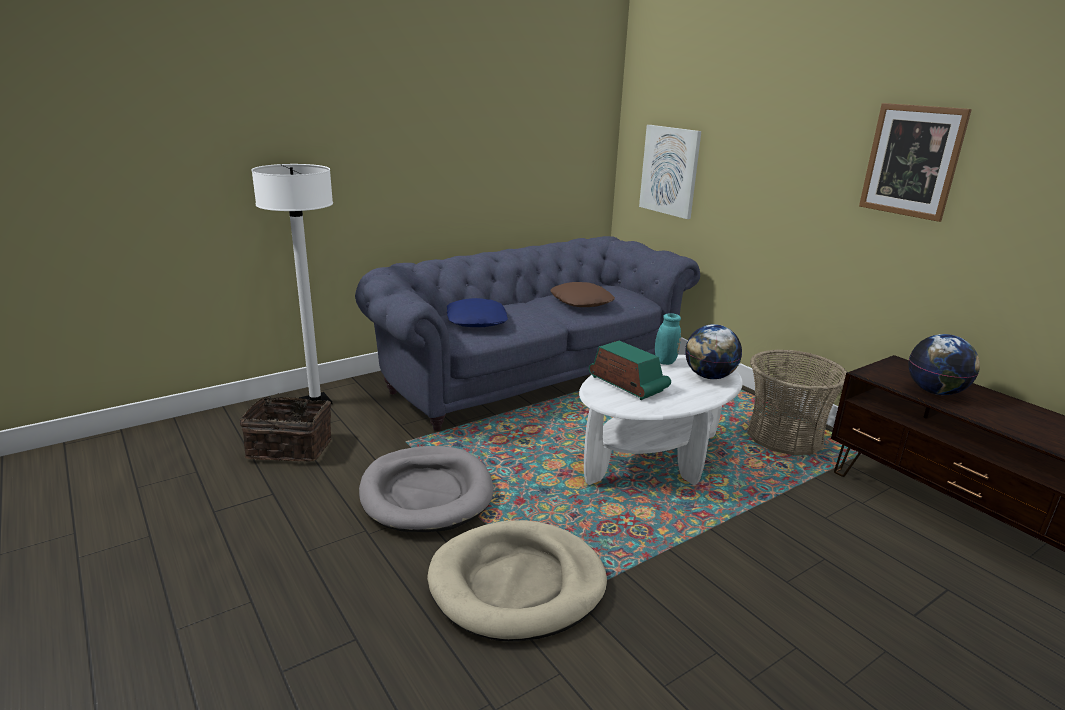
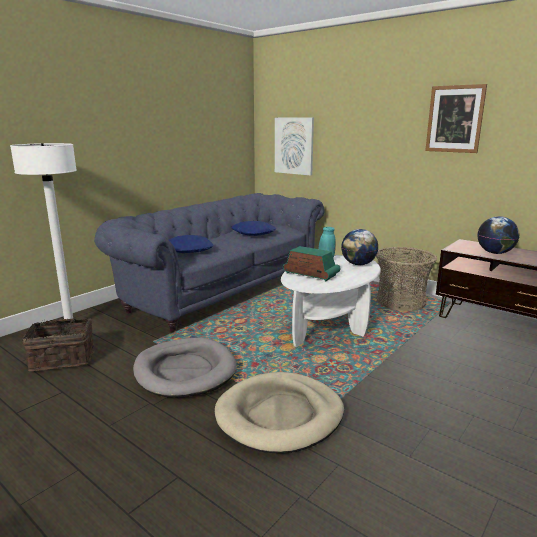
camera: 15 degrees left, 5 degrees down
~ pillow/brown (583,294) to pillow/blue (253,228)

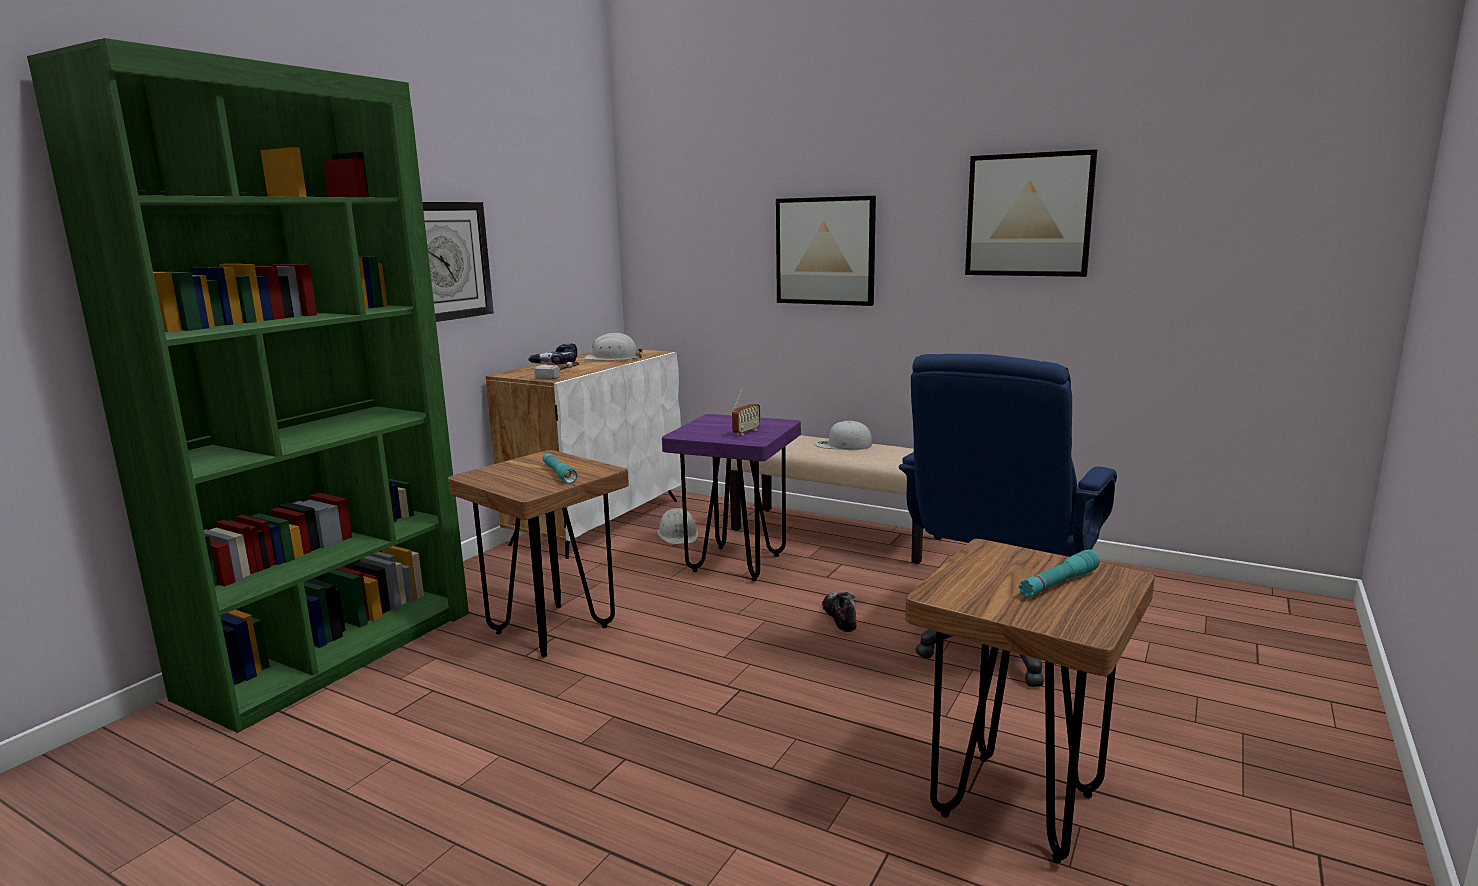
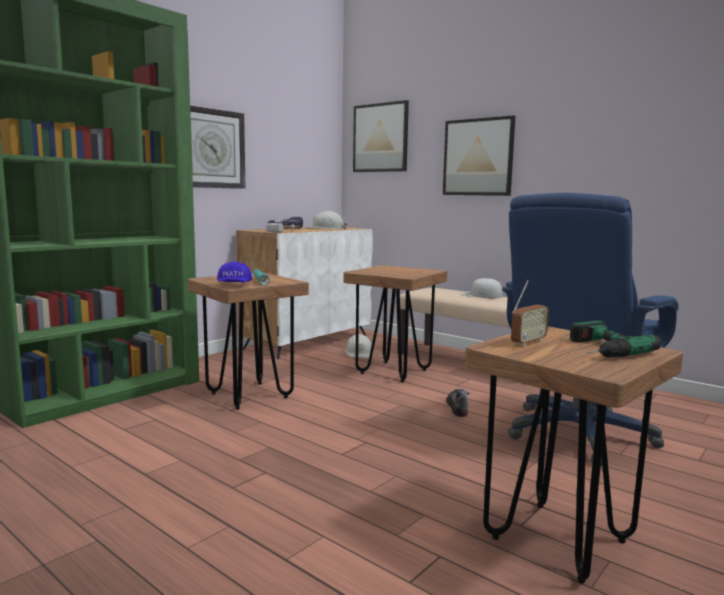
camera: 10 degrees right, 5 degrees down
~ sitting stool/purple (731,497) to sitting stool/brown (395,324)
~ radio receiver (746,410) to (530,313)
~ wall picture (1031,213) to (381,136)
~ flashlight/turquoise-coloured (1059,573) to electric drill (615,338)
+ peaked cap/blue (234,272)

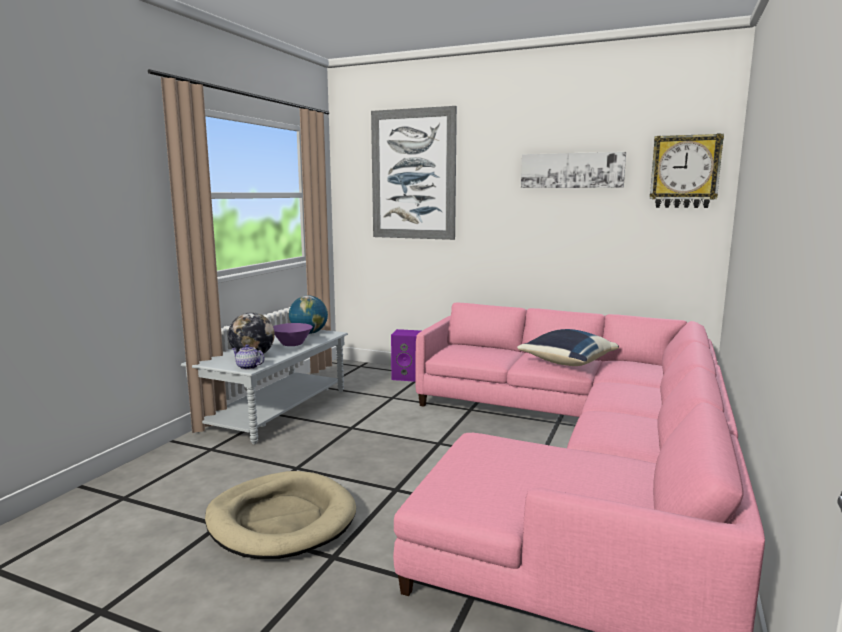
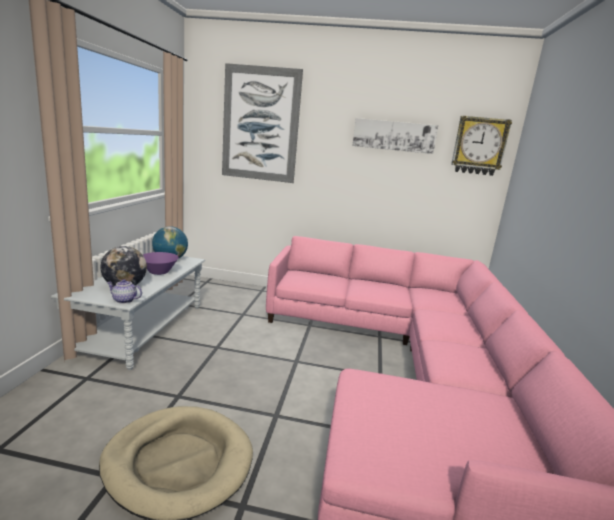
camera: 15 degrees left, 5 degrees up
- speaker/purple (406,355)
- pillow/blue (568,347)

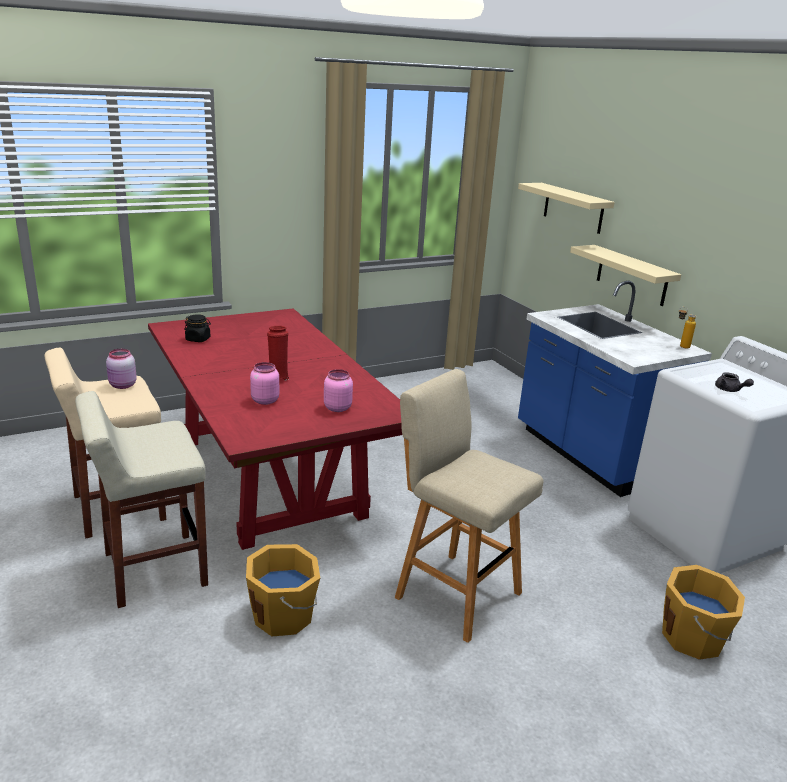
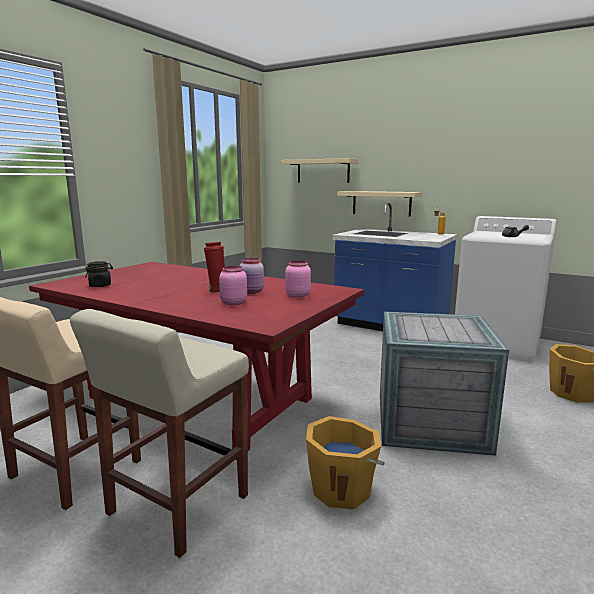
camera: 30 degrees left, 10 degrees down
~ preserve jar/pinkish (121,369) to (252,276)
~ sitting stool/beige (469,506) to shipping crate (444,383)

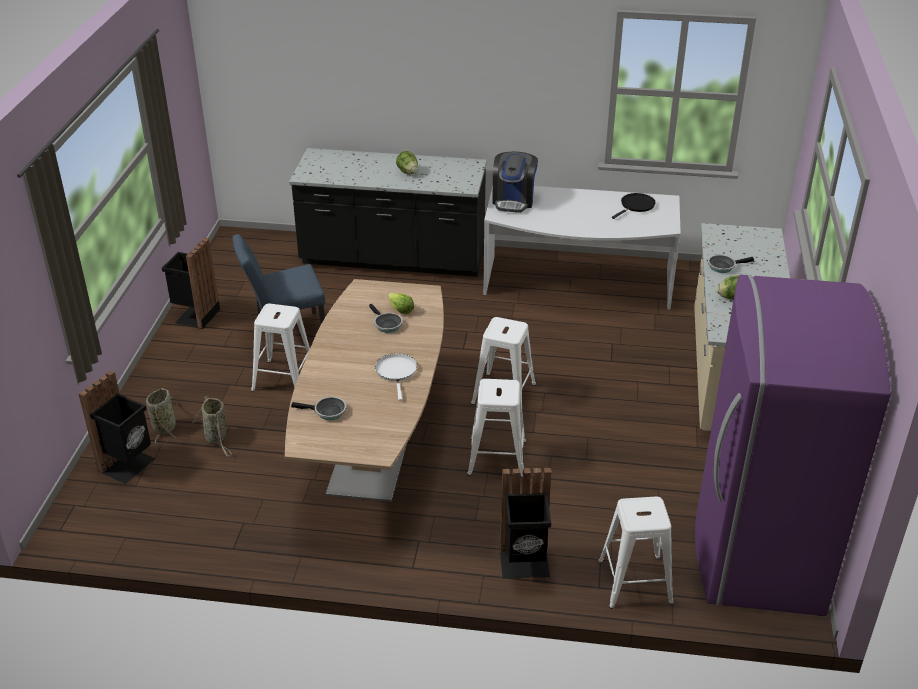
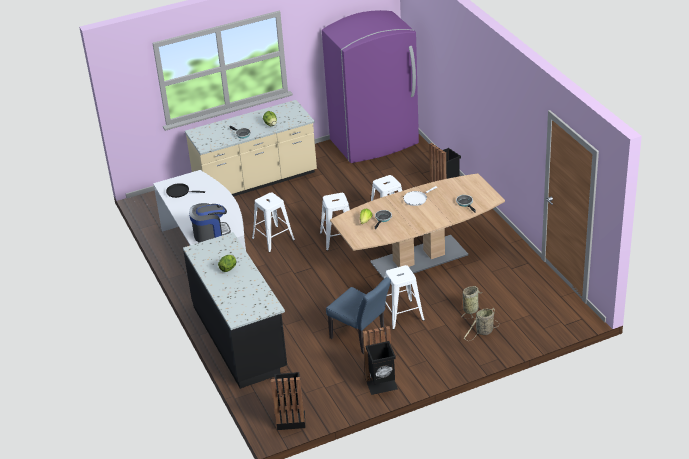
camera: 120 degrees left, 0 degrees up
~ rubbish bin/black (117,427) to (288,401)
~ sitting stool/whitish (636,553) to (273,222)

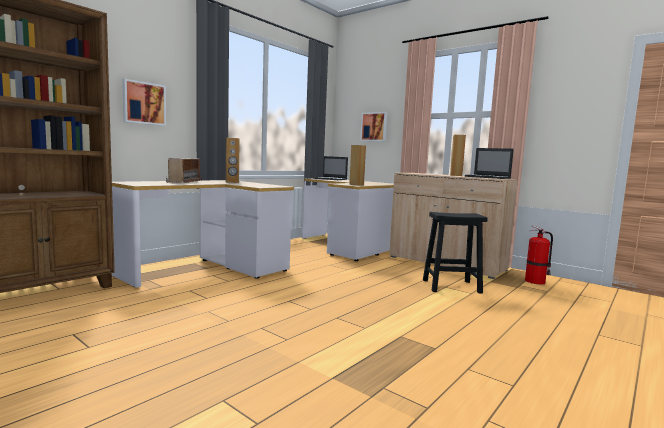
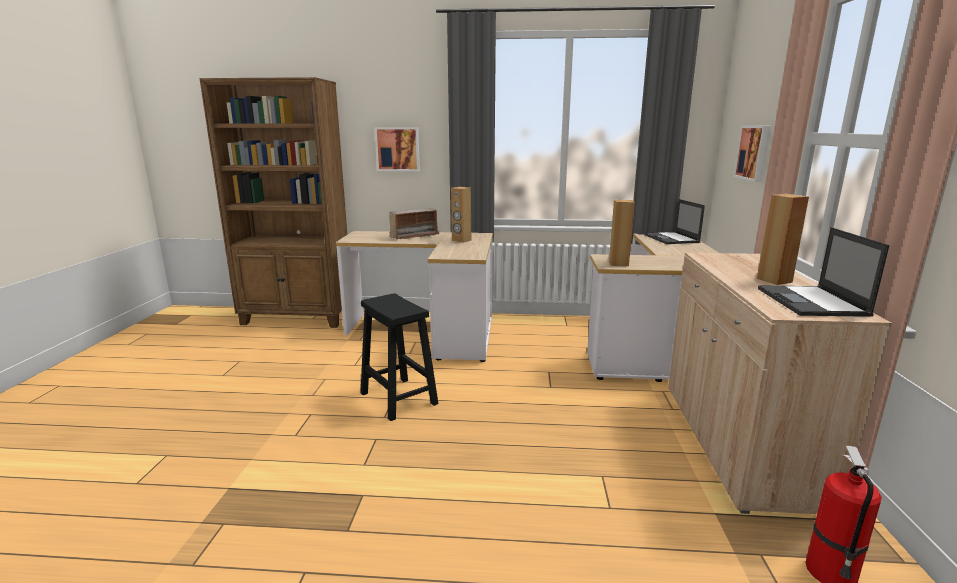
camera: 55 degrees right, 10 degrees up
~ sitting stool/black (455,253) to (399,357)

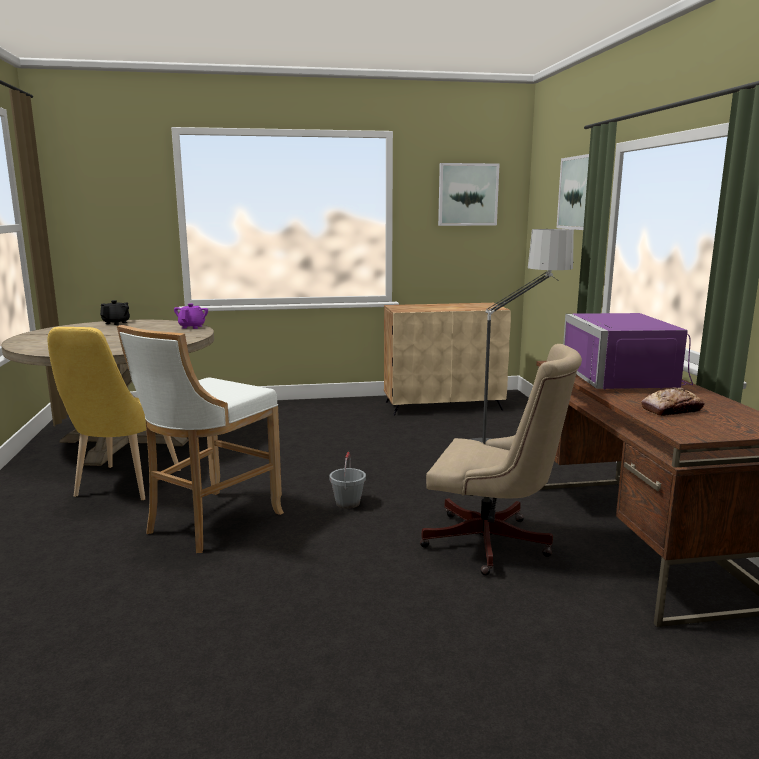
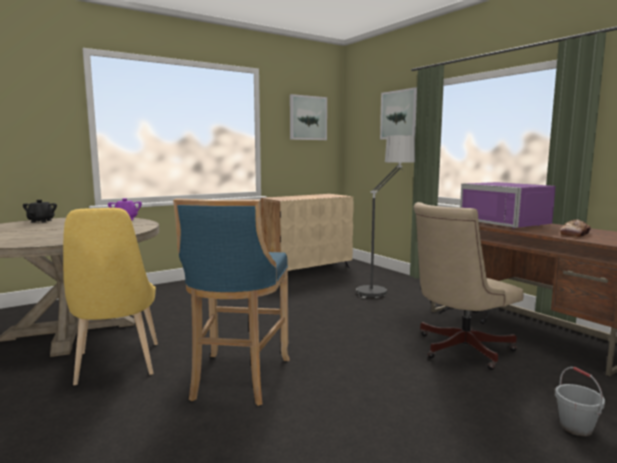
camera: 25 degrees left, 5 degrees down
~ sitting stool/whitish (200,439) to sitting stool/blue (231,302)
~ pail/gray (348,480) to (580,401)
~ office chair/beige (501,460) = (468,286) 150 degrees clockwise

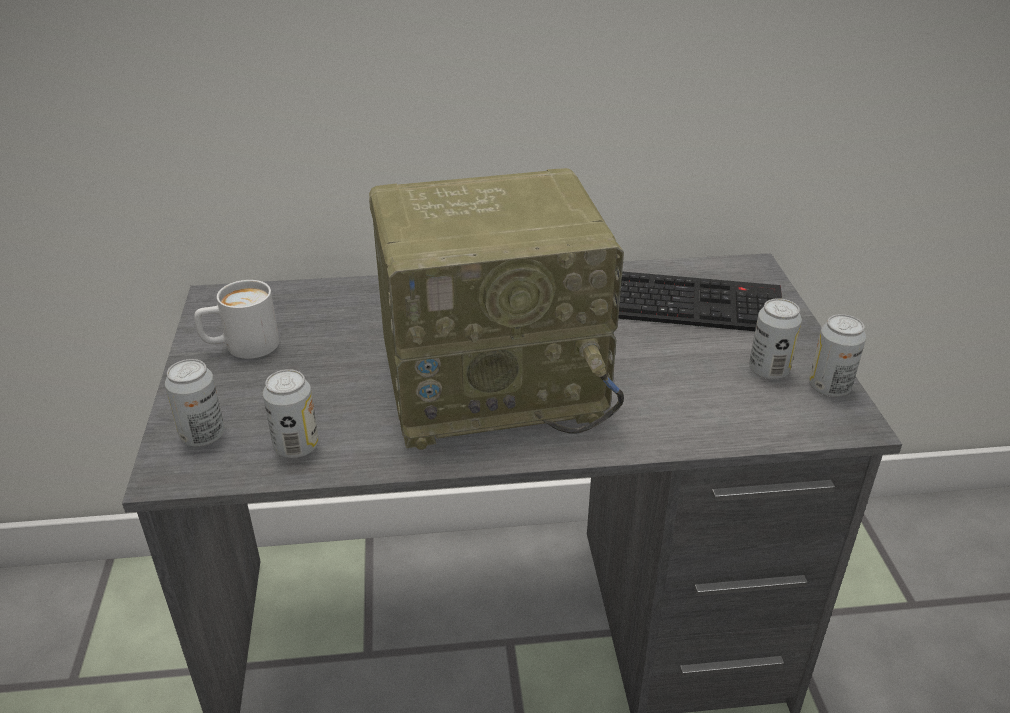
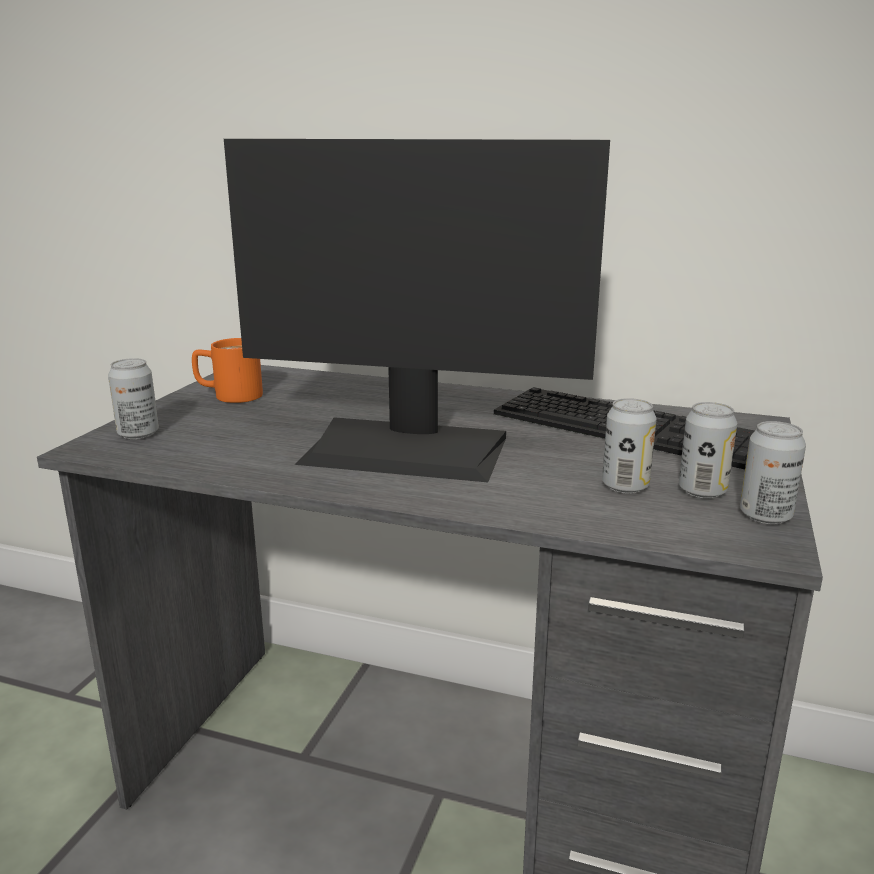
camera: 25 degrees right, 15 degrees down
~ mug/whitish (236,319) to mug/orangey (227,370)
~ can (291,413) to (629,446)
~ radio receiver (496,309) to computer display (417,310)

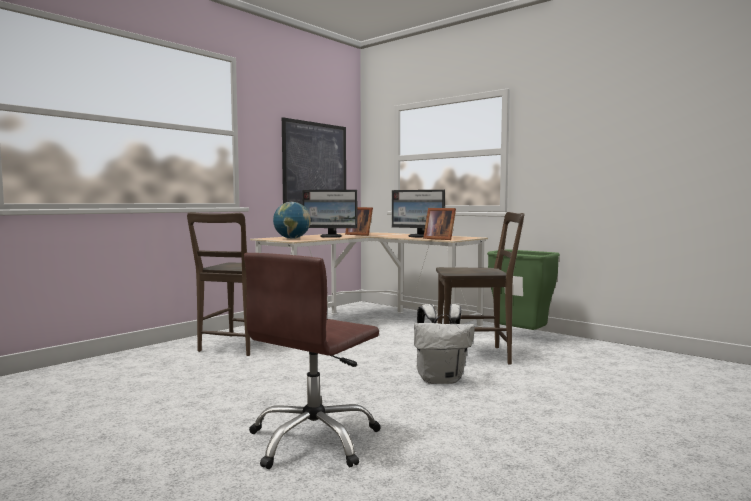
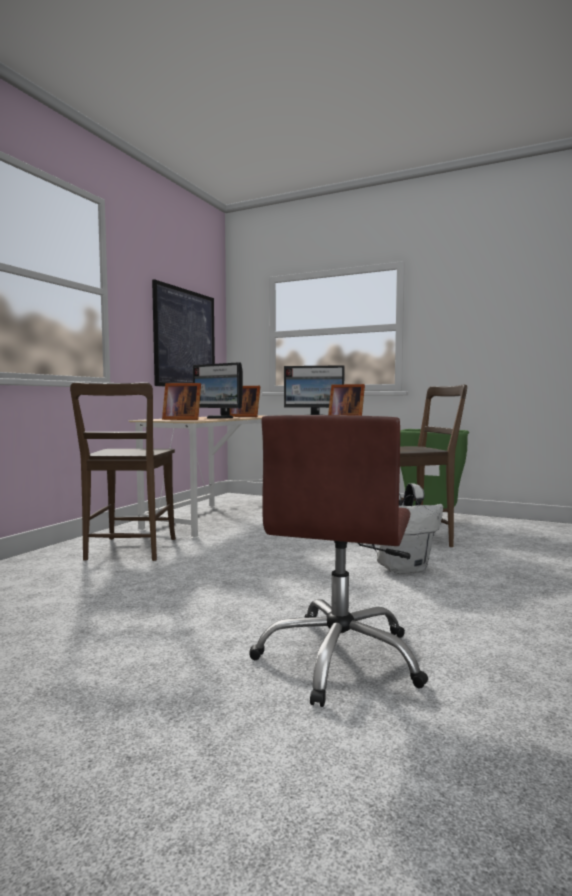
camera: 15 degrees left, 0 degrees up
~ globe (292,220) to photo frame (181,401)
~ computer display (329,214) = (218,390) 45 degrees clockwise

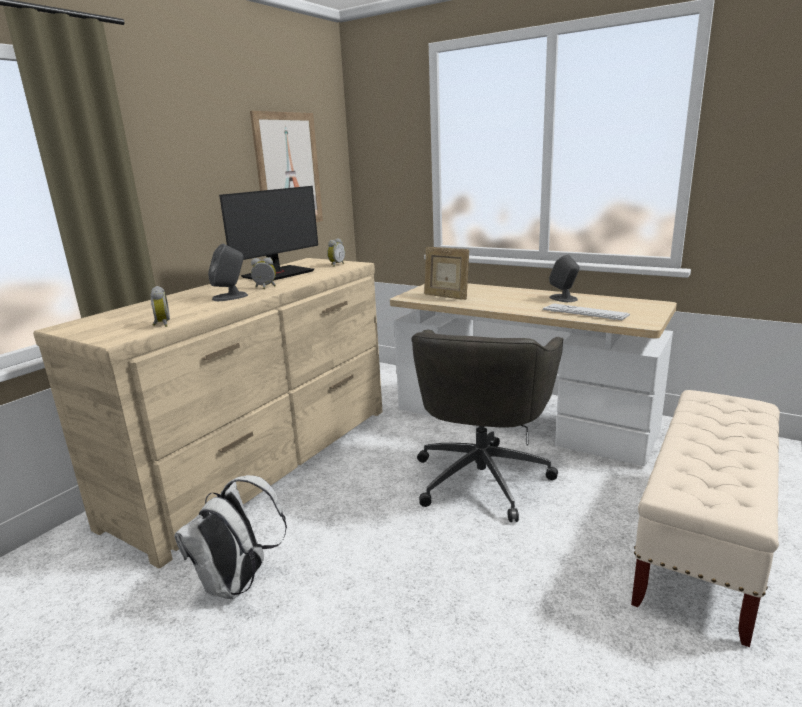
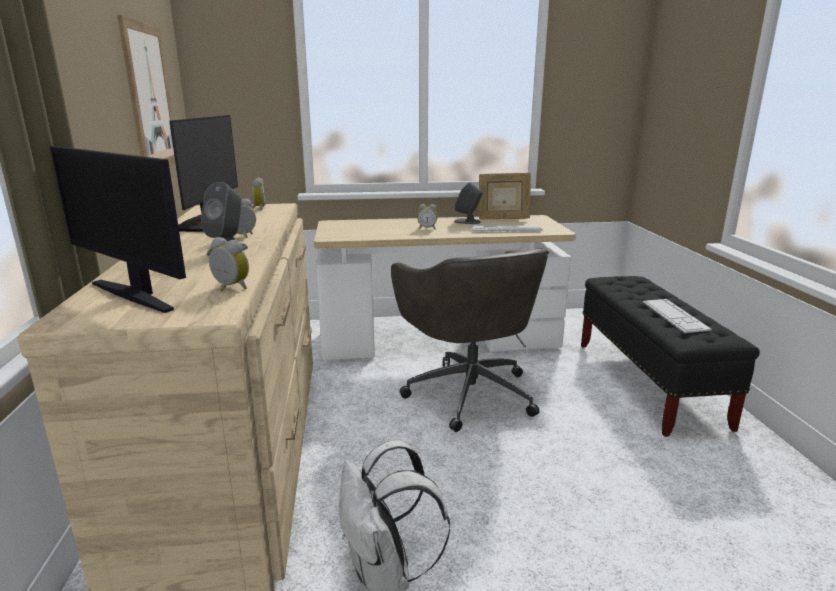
camera: 40 degrees left, 0 degrees up
~ photo frame (446,273) to (505,196)
~ indoor bench/beige (705,518) to indoor bench/black (670,356)
+ computer display (118,229)
+ alarm clock (427,216)
+ PC keyboard (677,316)

